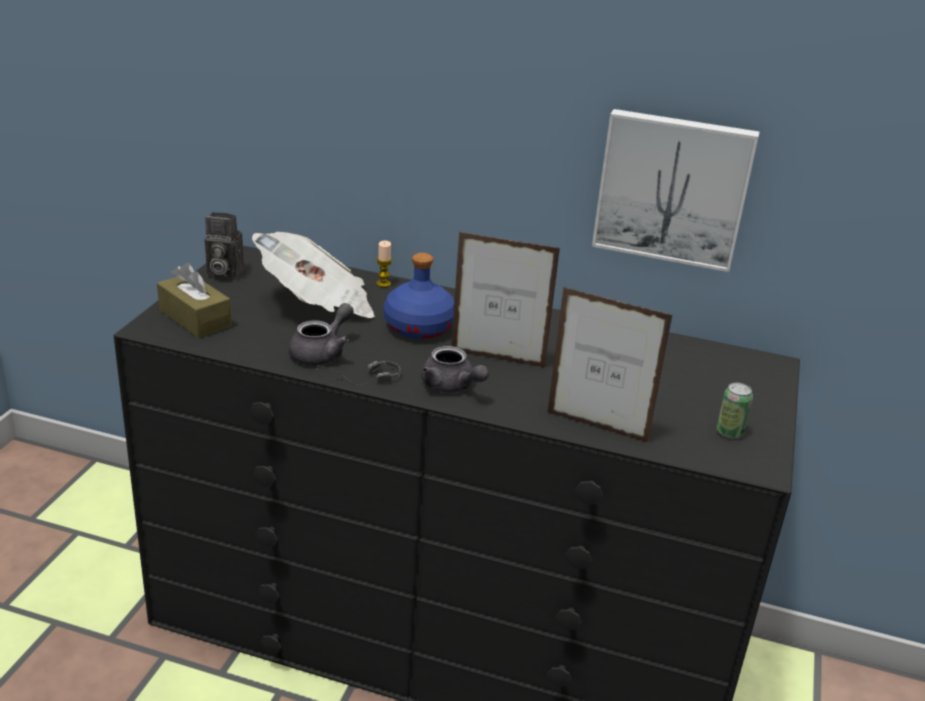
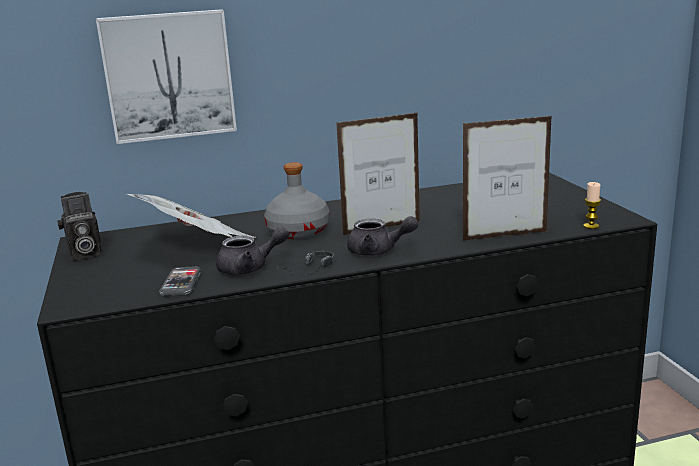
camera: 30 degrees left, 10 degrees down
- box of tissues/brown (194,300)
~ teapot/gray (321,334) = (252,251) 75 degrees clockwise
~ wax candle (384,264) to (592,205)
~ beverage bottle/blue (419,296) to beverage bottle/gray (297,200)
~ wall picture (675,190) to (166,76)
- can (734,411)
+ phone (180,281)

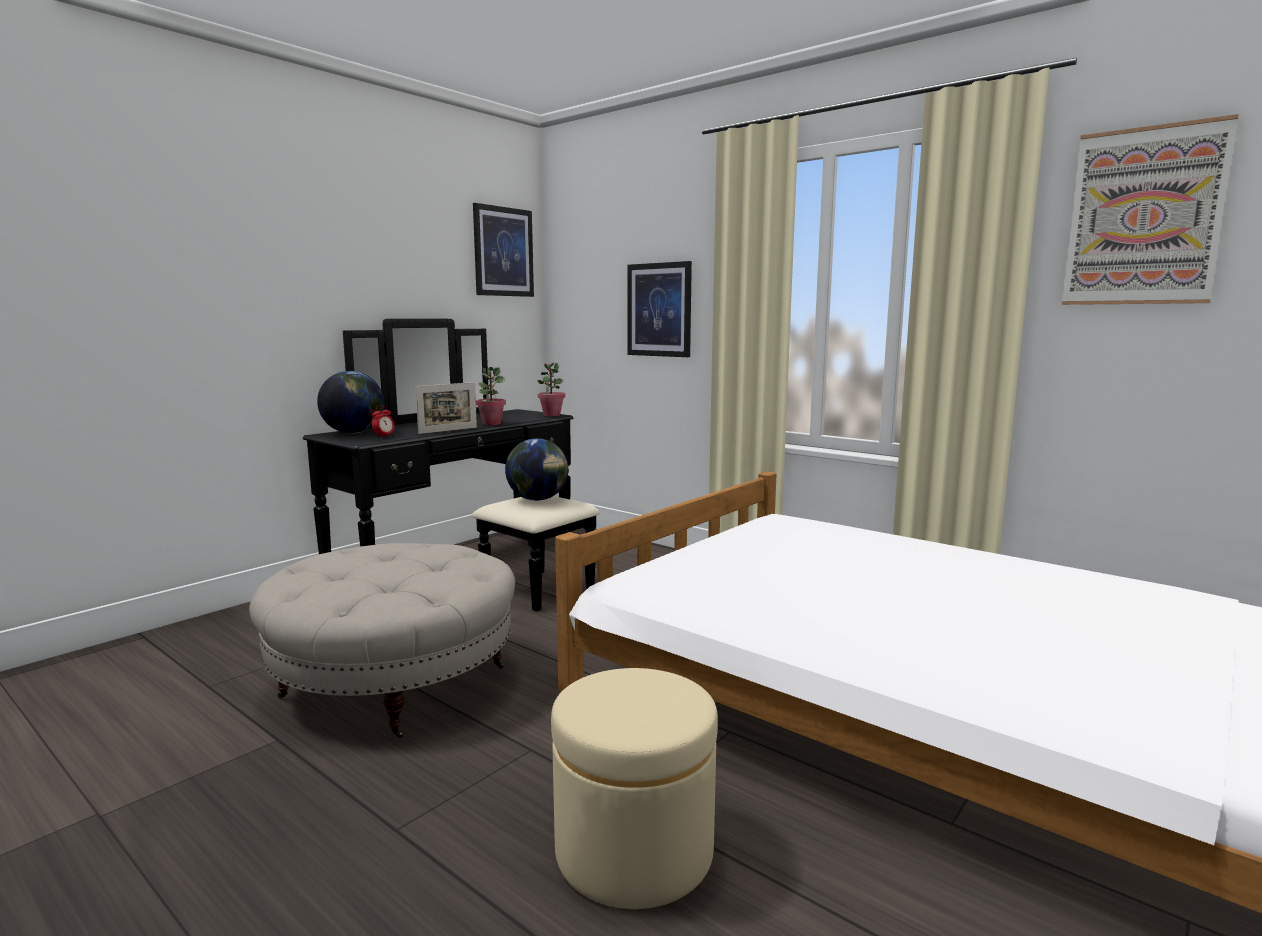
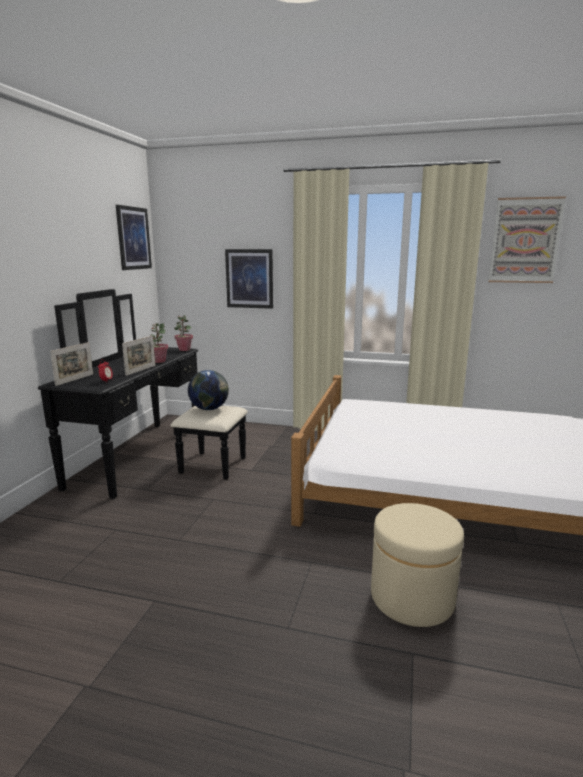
camera: 25 degrees left, 5 degrees up
- footrest/beige (382,640)
~ globe (350,402) to photo frame (71,364)

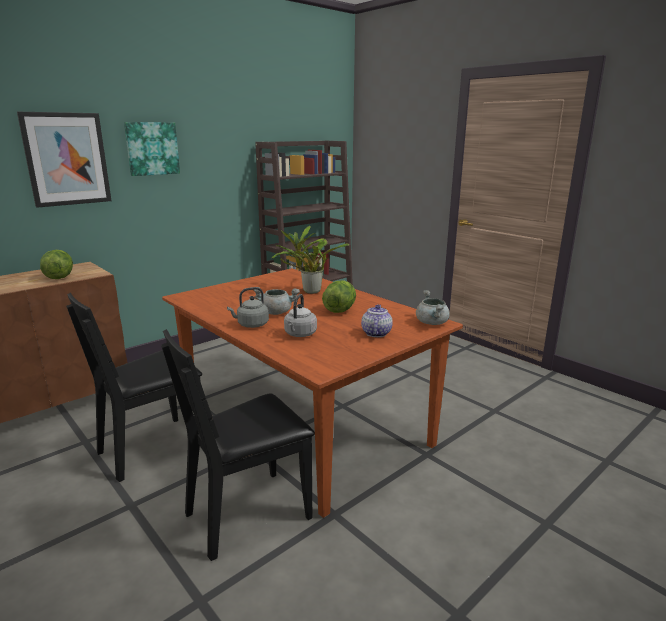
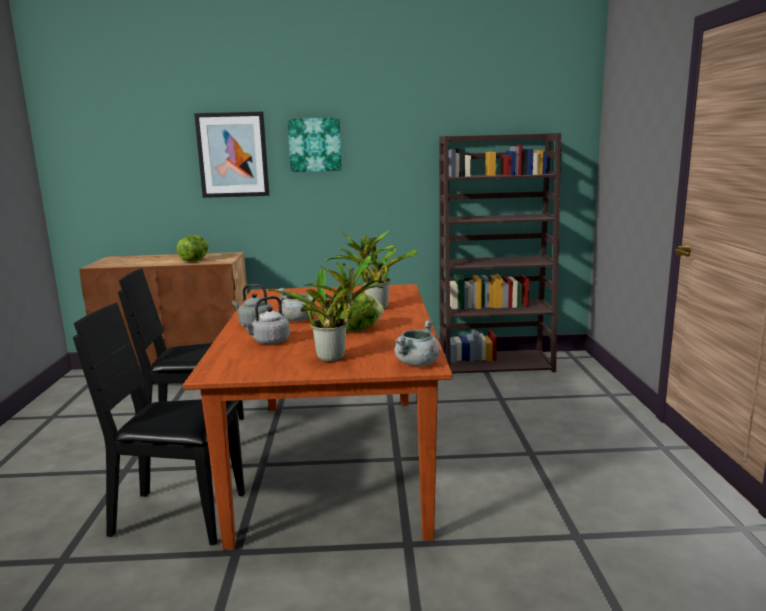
camera: 40 degrees right, 5 degrees down
~ teapot (377,320) to houseplant (325,308)

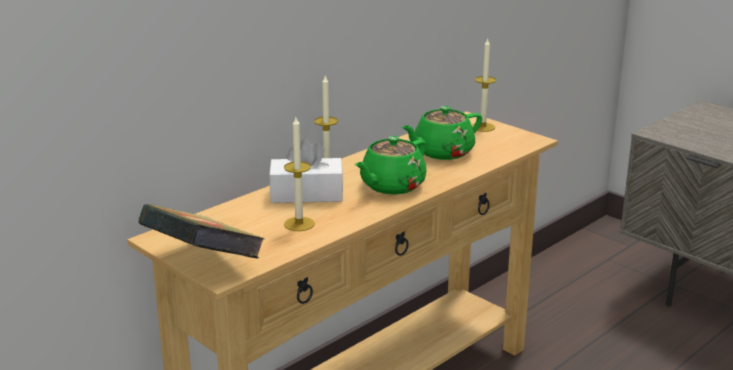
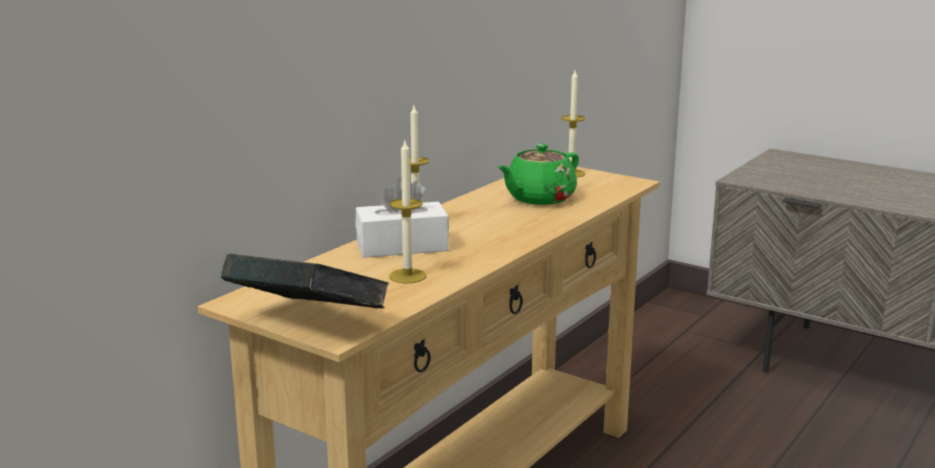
camera: 10 degrees left, 5 degrees down
- teapot/green-coloured (391,165)

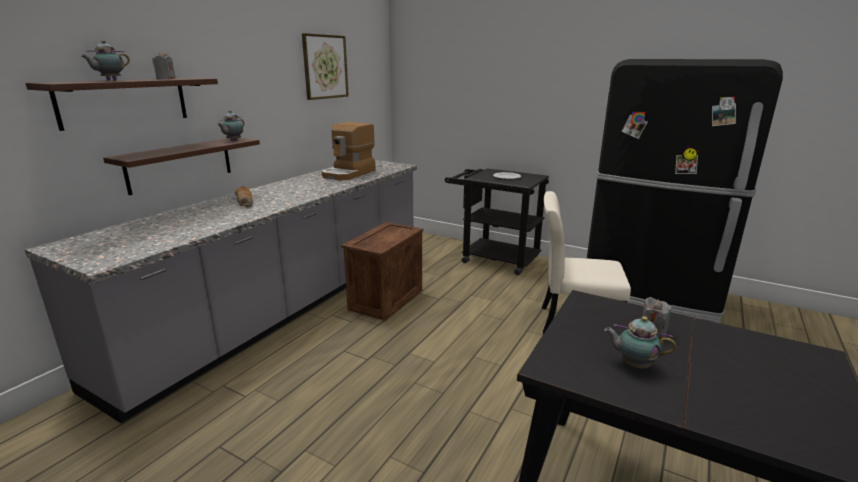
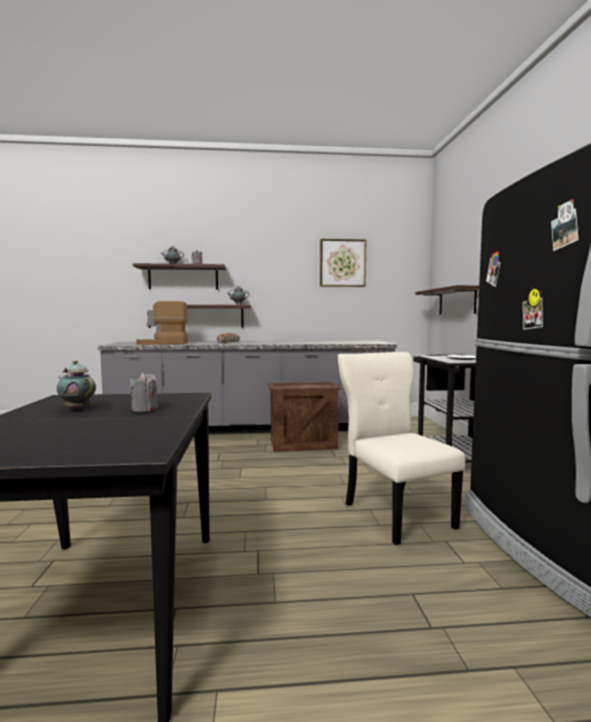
camera: 55 degrees right, 15 degrees down
~ coffee brewer (349,151) to (162,323)
~ teapot (640,342) = (76,385) 45 degrees counterclockwise
+ wall shelf (447,300)

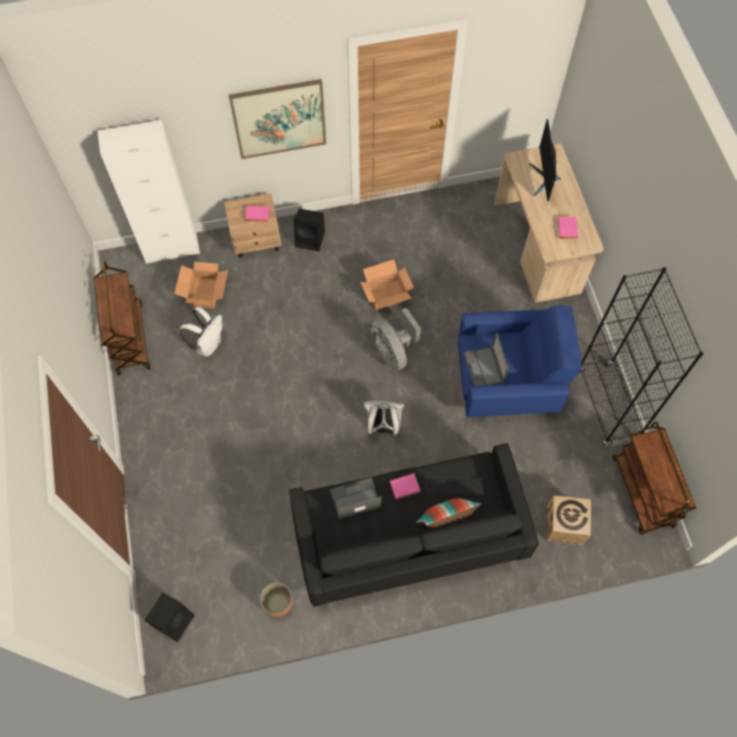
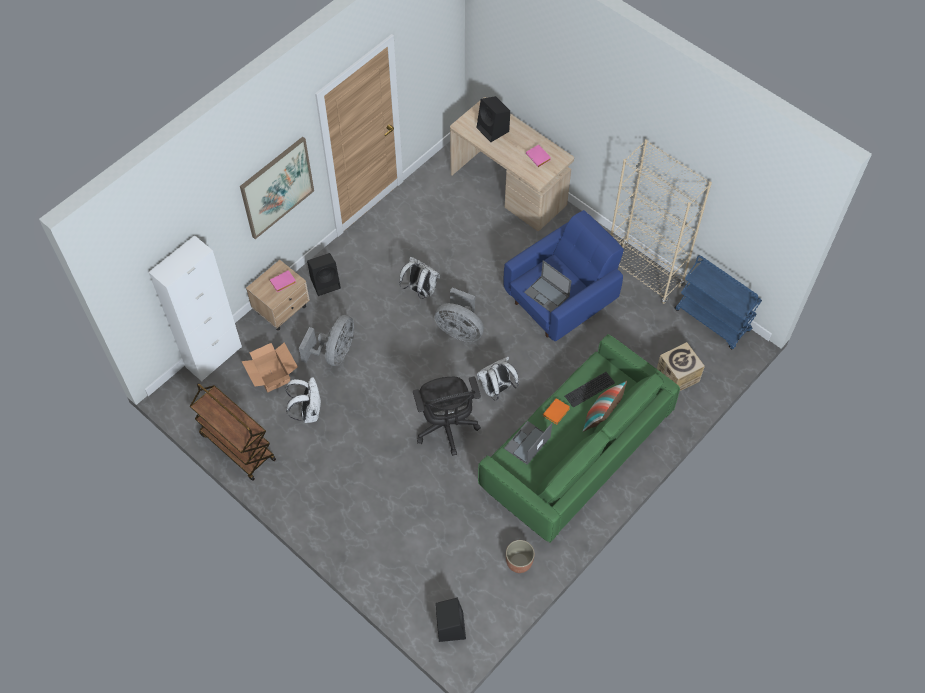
camera: 35 degrees left, 5 degrees down
~ couch/black (414,525) to couch/green-coloured (579,438)
~ cardboard box (387,284) to rucksack/whitish (419,278)
~ volume/pinkish (405,486) to volume/orangey (556,411)
~ computer display (545,160) to speaker/black (493,119)
~ bookcase/black (641,356) to bookcase/beige (661,221)
~ trolley/brown (654,478) to trolley/blue (718,302)
+ fan/gray (326,340)
+ office chair/black (447,416)

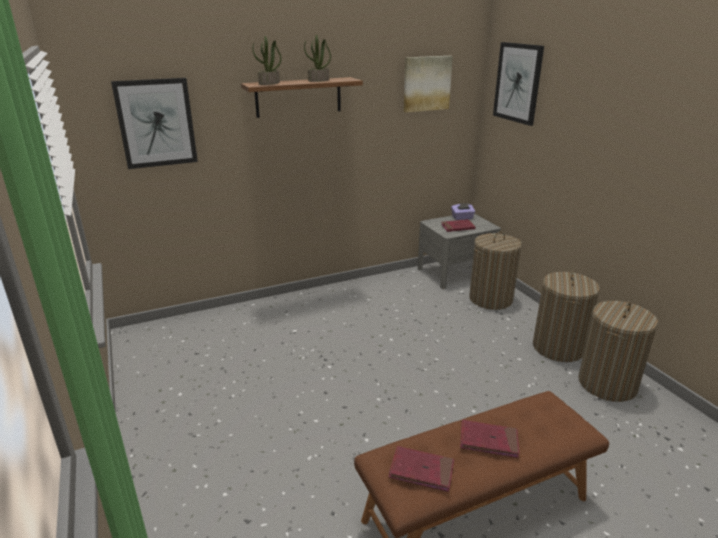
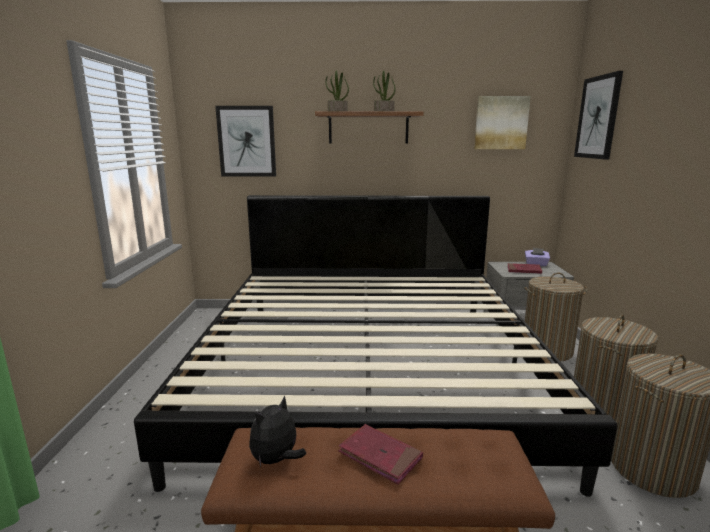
camera: 25 degrees right, 10 degrees down
~ volume/reddish (421,469) to soft toy (277,431)
+ bed (376,346)

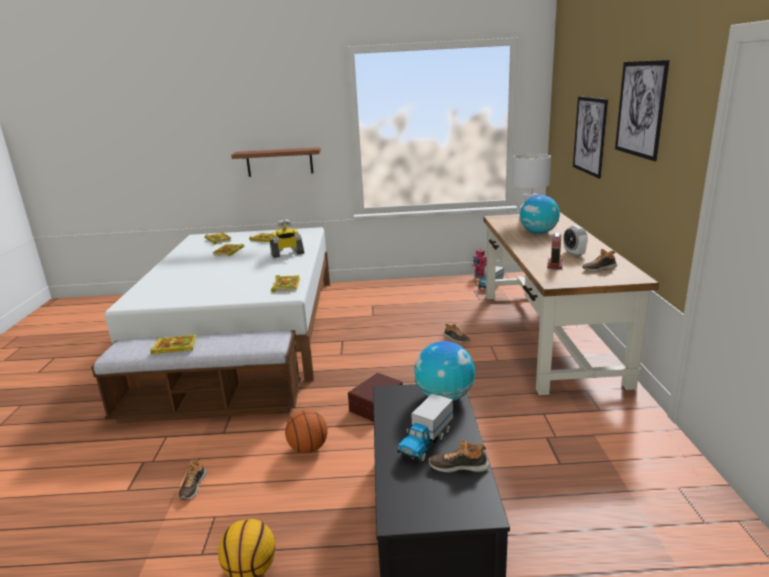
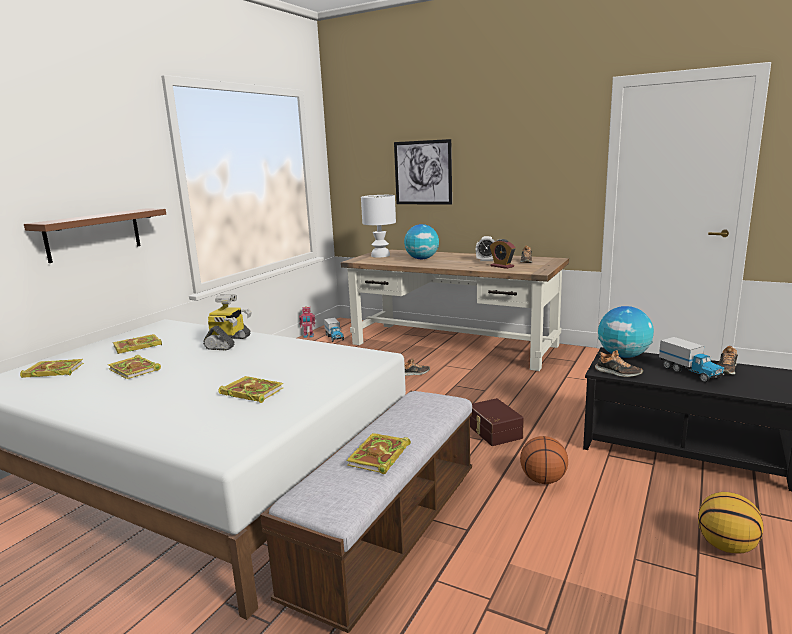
camera: 60 degrees left, 5 degrees down
~ shoe (193,479) to (619,363)
~ volume (285,284) to (250,389)
- wall picture (642,110)

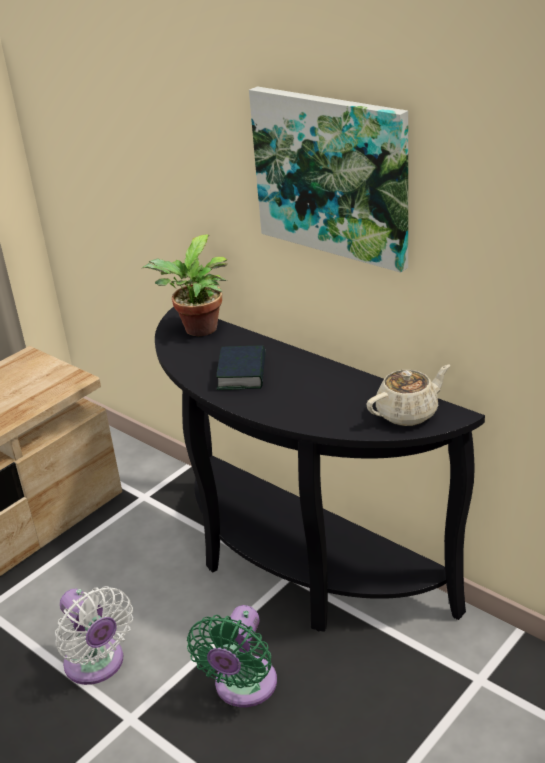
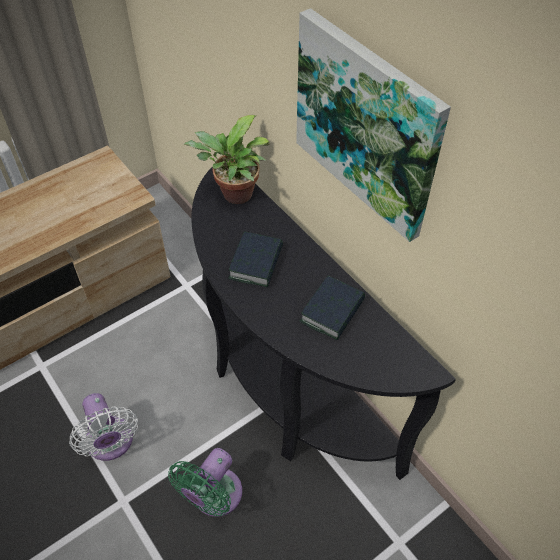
camera: 10 degrees right, 20 degrees up
- teapot/beige (408,395)
+ volume (332,308)

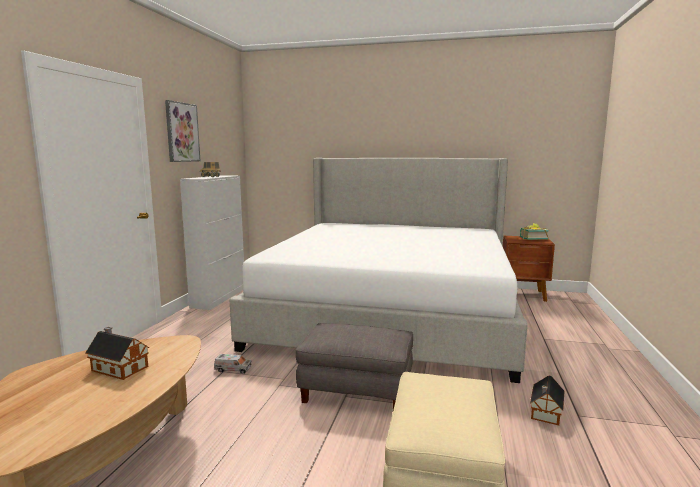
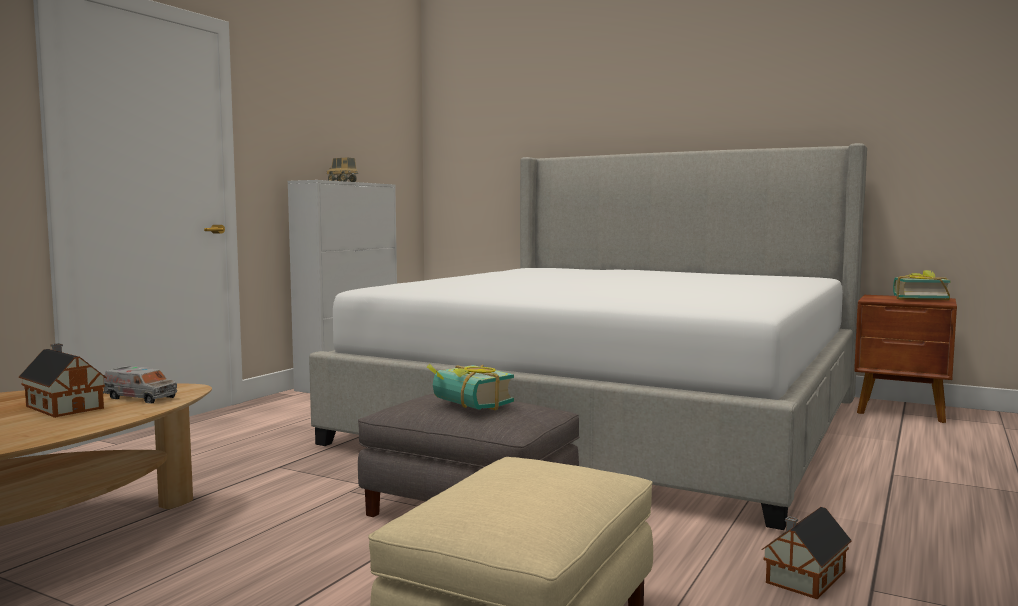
camera: 15 degrees right, 5 degrees down
- wall picture (182,131)
~ model truck (233,364) to (140,384)
+ volume (470,387)

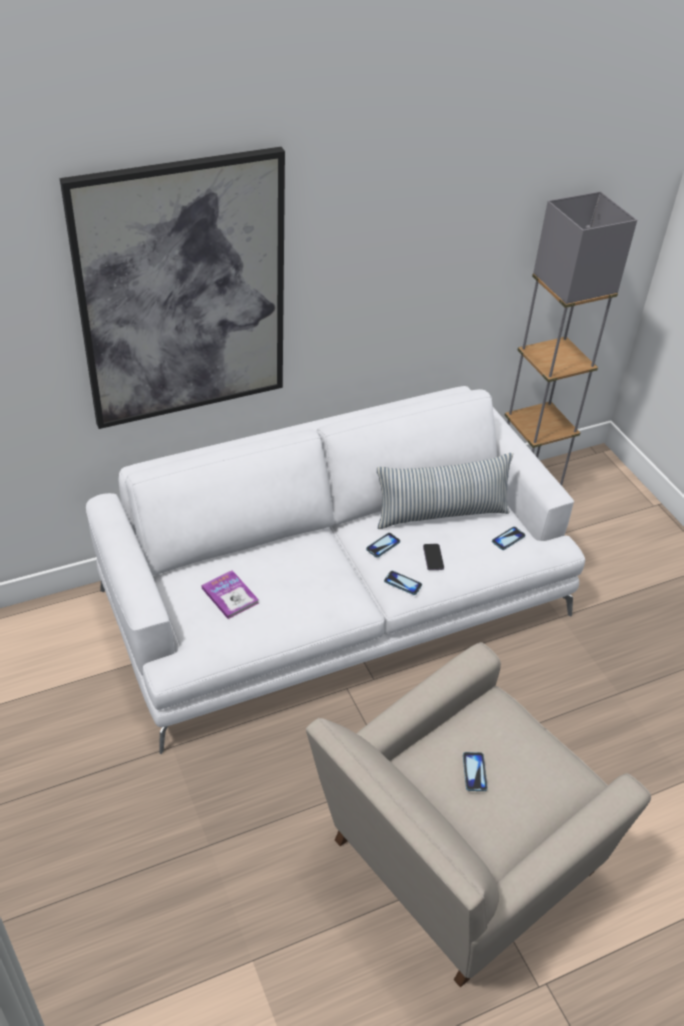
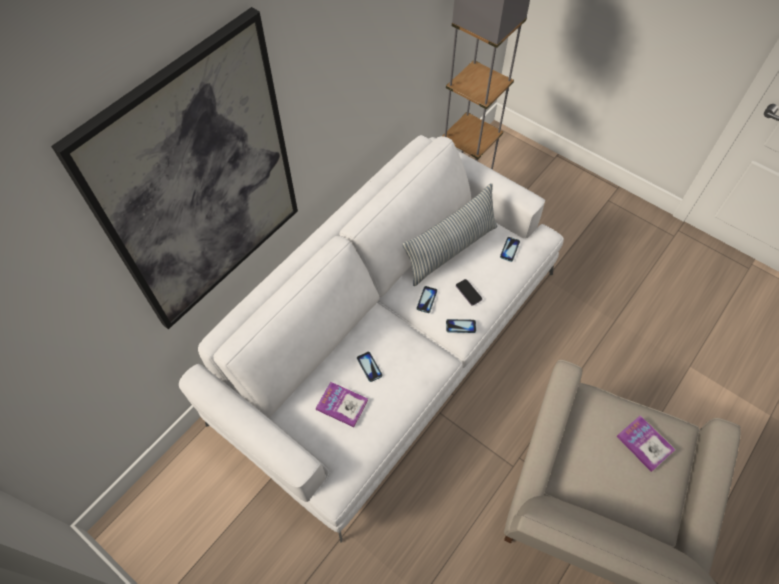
camera: 25 degrees left, 15 degrees up
~ phone (475,771) to (370,367)
+ volume (645,443)

